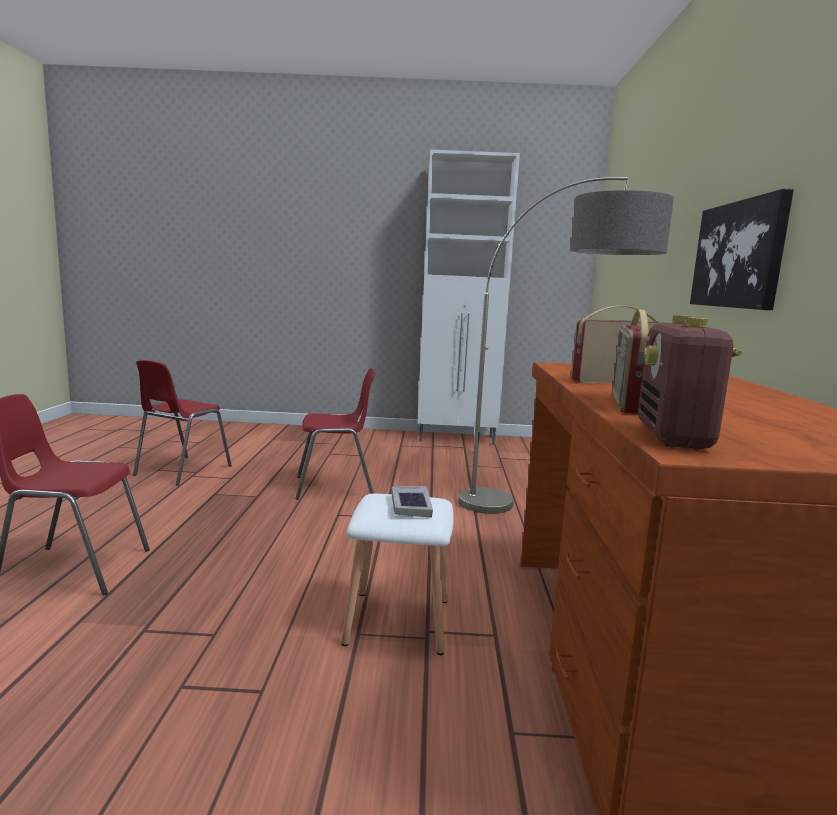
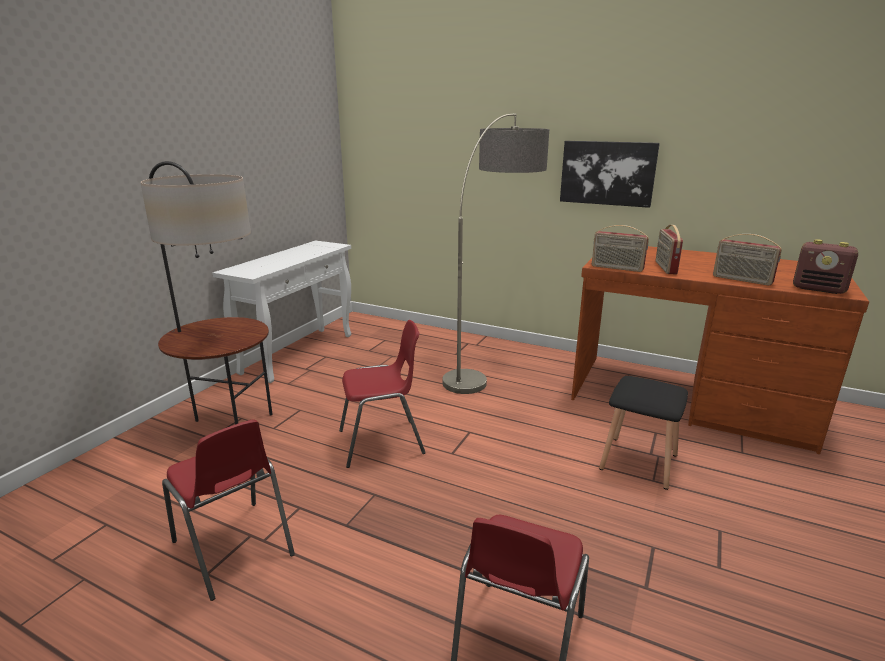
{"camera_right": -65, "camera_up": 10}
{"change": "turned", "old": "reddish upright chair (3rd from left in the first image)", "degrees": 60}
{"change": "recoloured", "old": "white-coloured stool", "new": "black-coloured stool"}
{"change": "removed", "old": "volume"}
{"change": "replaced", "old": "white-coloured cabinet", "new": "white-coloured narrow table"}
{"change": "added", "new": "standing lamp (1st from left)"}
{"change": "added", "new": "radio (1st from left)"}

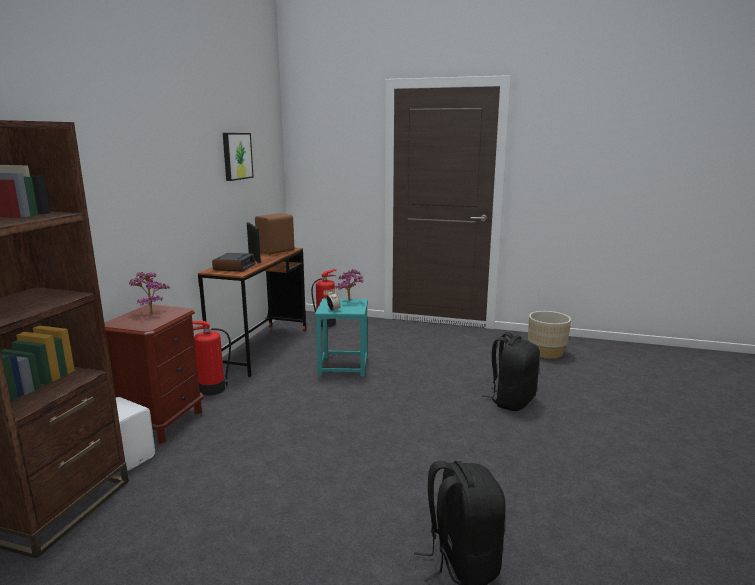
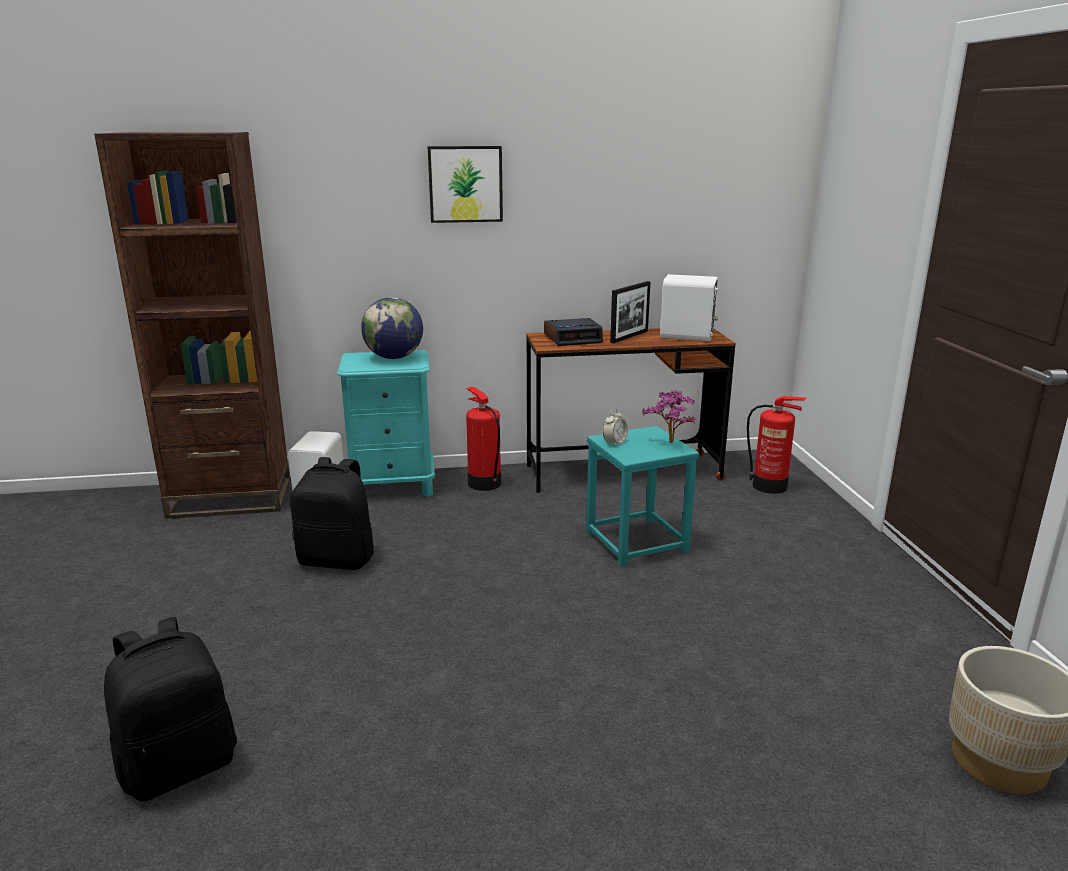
{"camera_right": 65, "camera_up": 5}
{"change": "recoloured", "old": "brown-coloured nightstand", "new": "turquoise-coloured nightstand"}
{"change": "replaced", "old": "plant in a pot (1st from left)", "new": "desk globe"}
{"change": "moved", "old": "wall picture"}
{"change": "recoloured", "old": "brown-coloured loudspeaker", "new": "white-coloured loudspeaker (2nd from left)"}
{"change": "moved", "old": "black-coloured backpack (2nd from left)"}

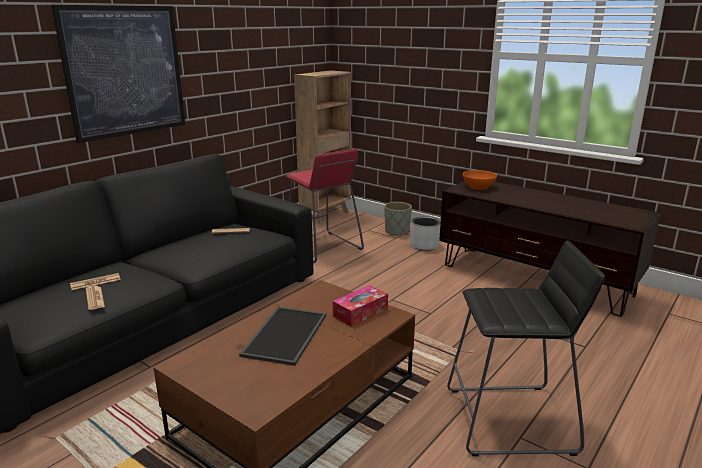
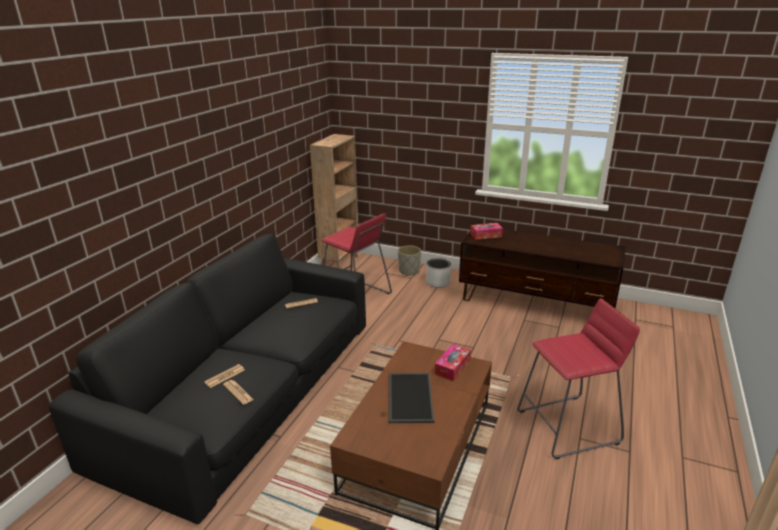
{"camera_right": -15, "camera_up": 5}
{"change": "removed", "old": "wall picture"}
{"change": "recoloured", "old": "black-coloured stool", "new": "reddish stool (2nd from left)"}
{"change": "replaced", "old": "orange-coloured deep dish", "new": "tissue box (2nd from left)"}

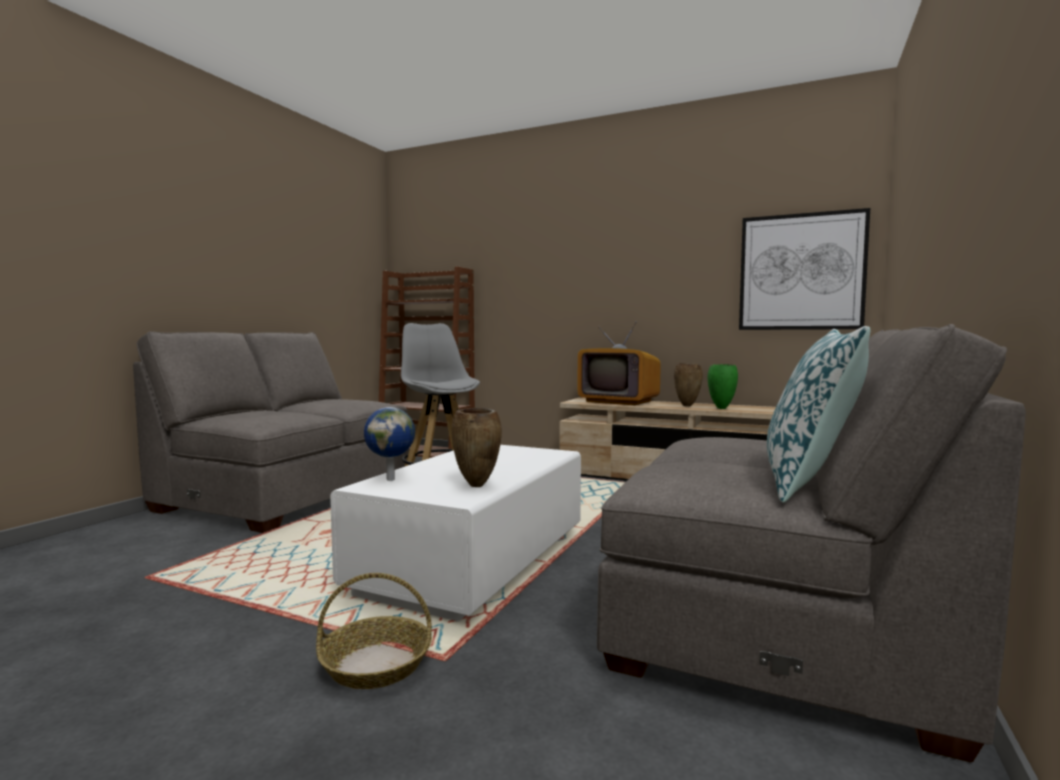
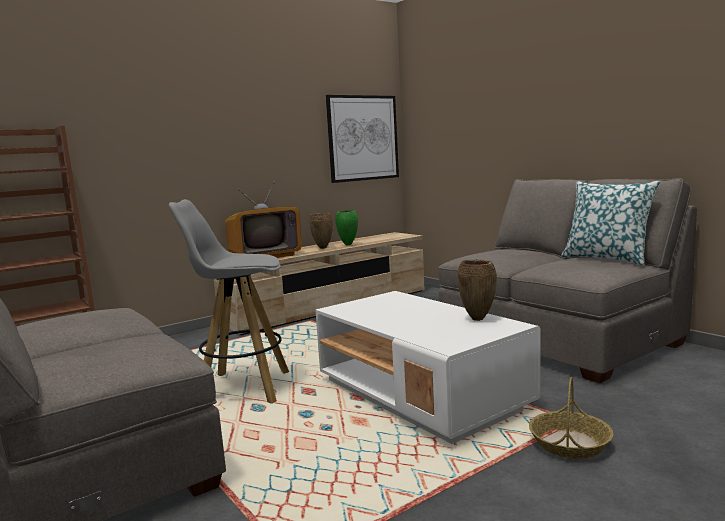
{"camera_right": -60, "camera_up": 5}
{"change": "removed", "old": "desk globe"}

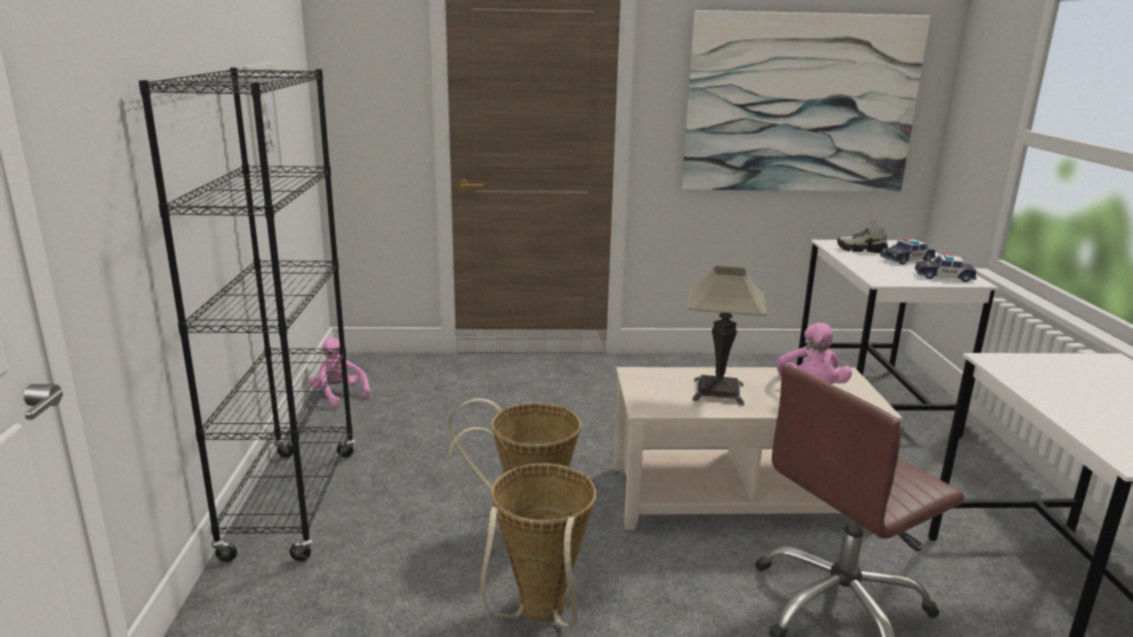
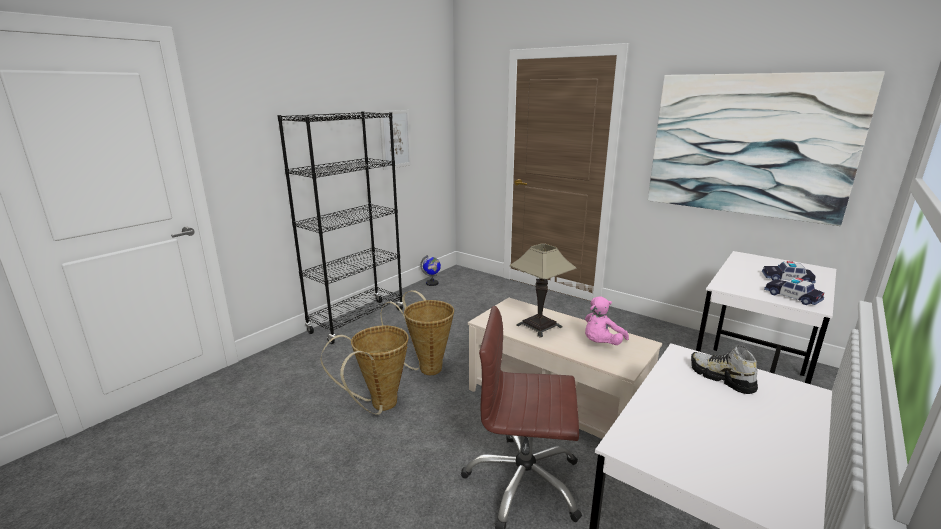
{"camera_right": 40, "camera_up": 0}
{"change": "replaced", "old": "pink soft toy (1st from left)", "new": "desk globe"}
{"change": "moved", "old": "low shoe"}

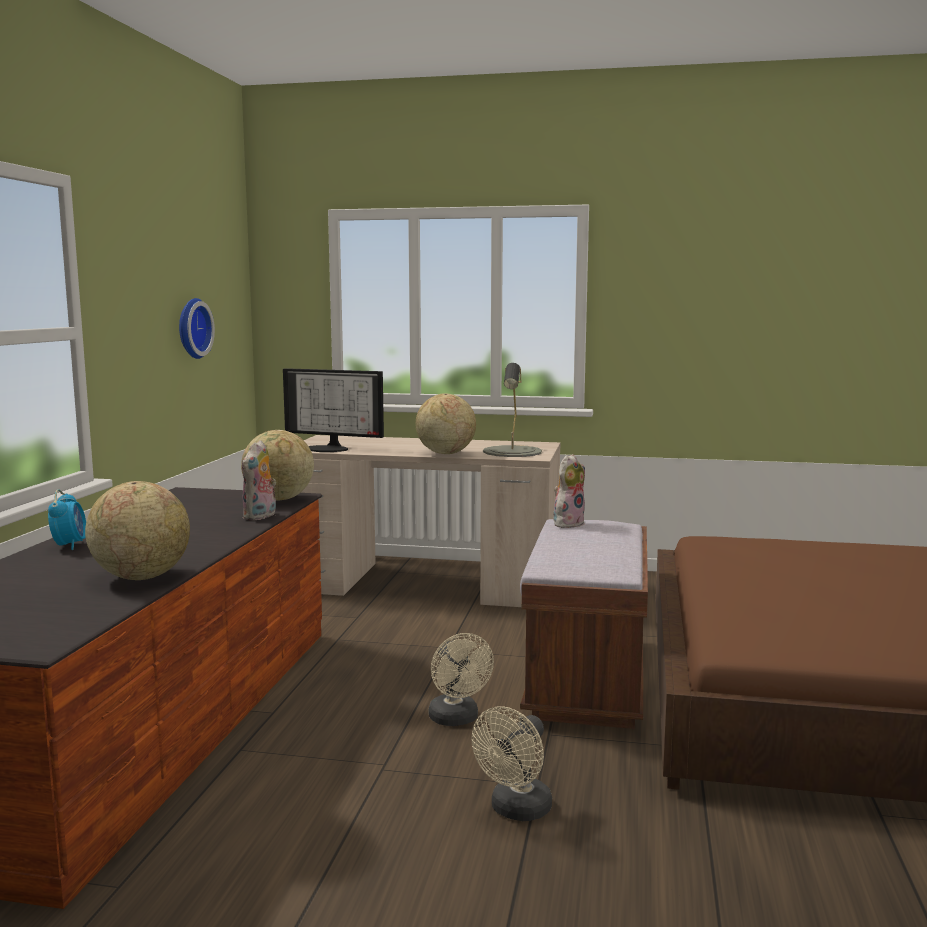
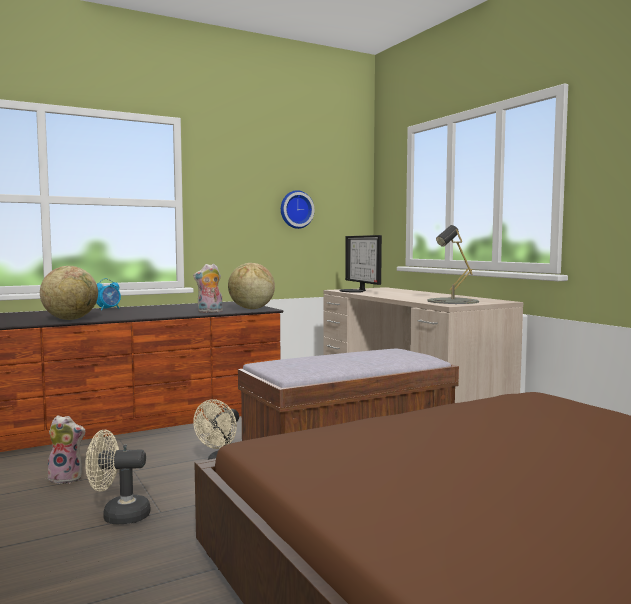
{"camera_right": 50, "camera_up": -5}
{"change": "removed", "old": "desk globe (3rd from left)"}
{"change": "moved", "old": "soft toy (2nd from left in the first image)", "new": "soft toy (1st from left)"}

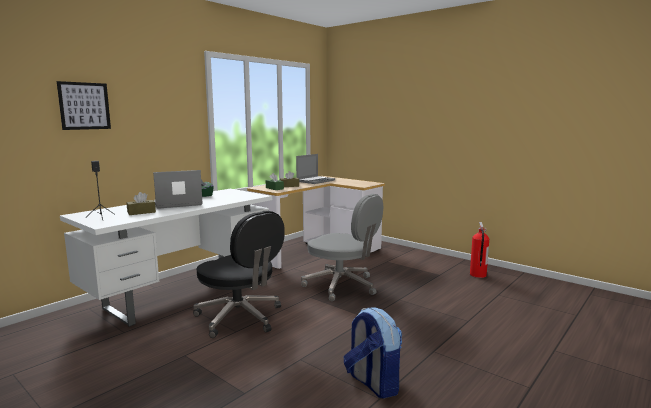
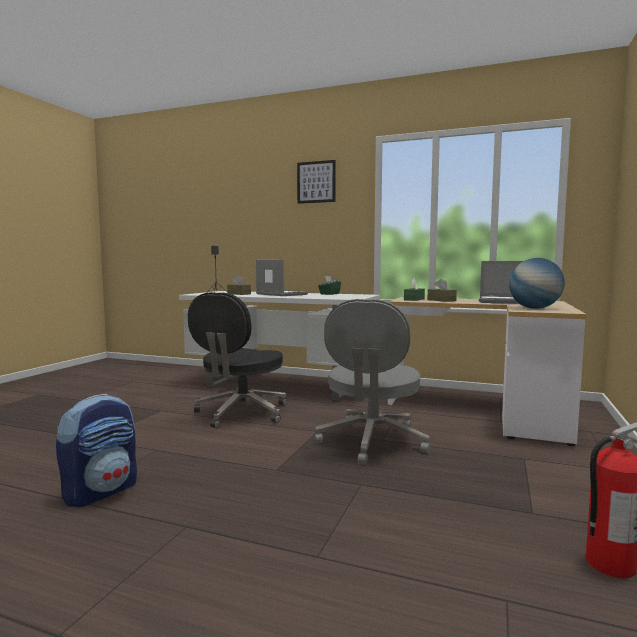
{"camera_right": 70, "camera_up": -5}
{"change": "moved", "old": "wall picture"}
{"change": "added", "new": "desk globe"}

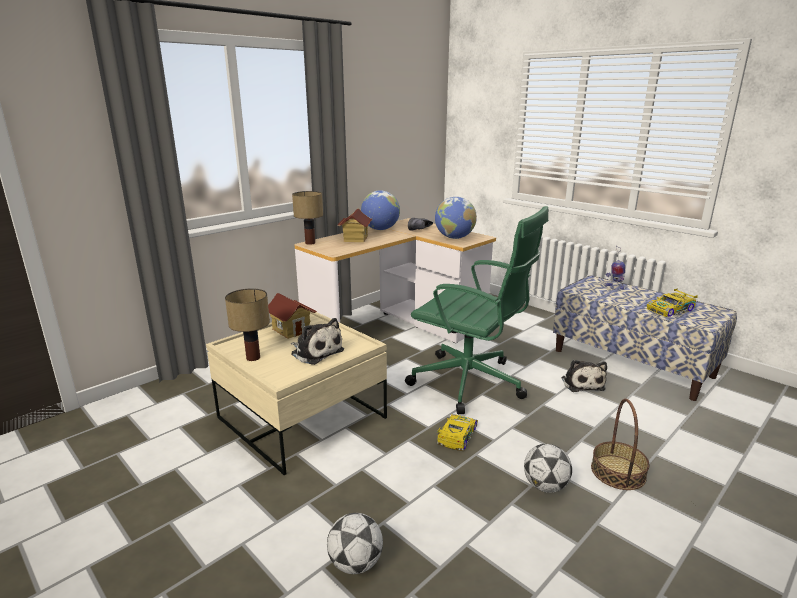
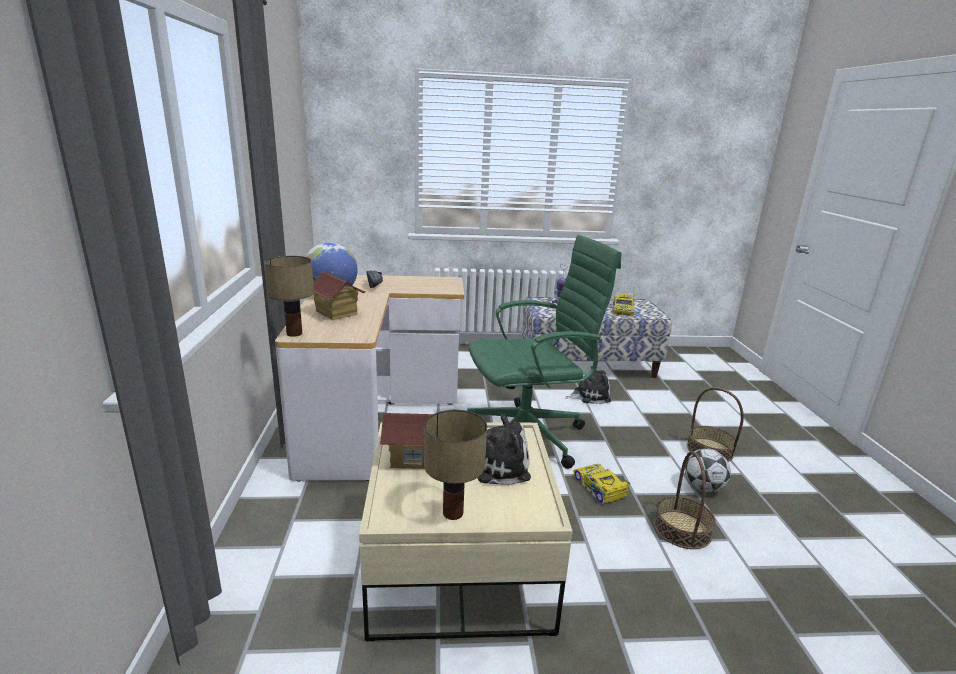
{"camera_right": -50, "camera_up": 0}
{"change": "removed", "old": "ball for football (1st from left)"}
{"change": "removed", "old": "desk globe (2nd from left)"}
{"change": "turned", "old": "soft toy (2nd from left)", "degrees": -45}
{"change": "added", "new": "storage basket (1st from left)"}

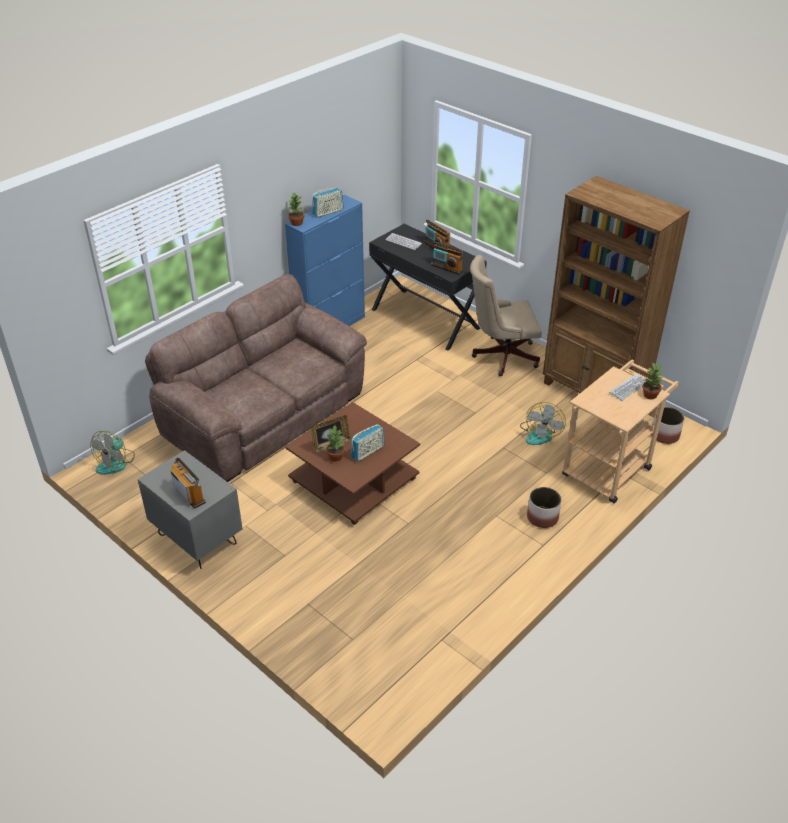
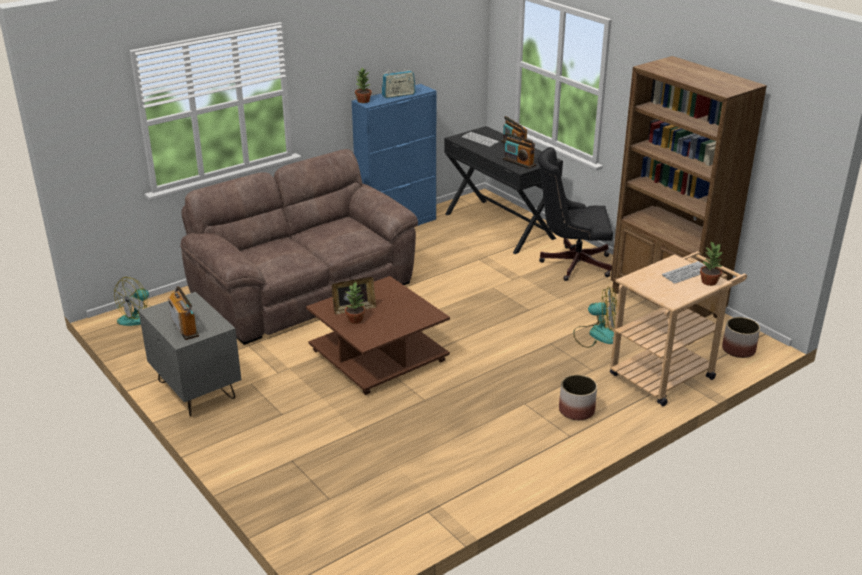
{"camera_right": 10, "camera_up": -10}
{"change": "removed", "old": "radio (3rd from left)"}
{"change": "recoloured", "old": "sand-coloured computer chair", "new": "black-coloured computer chair"}
{"change": "turned", "old": "electric fan (2nd from left)", "degrees": -105}

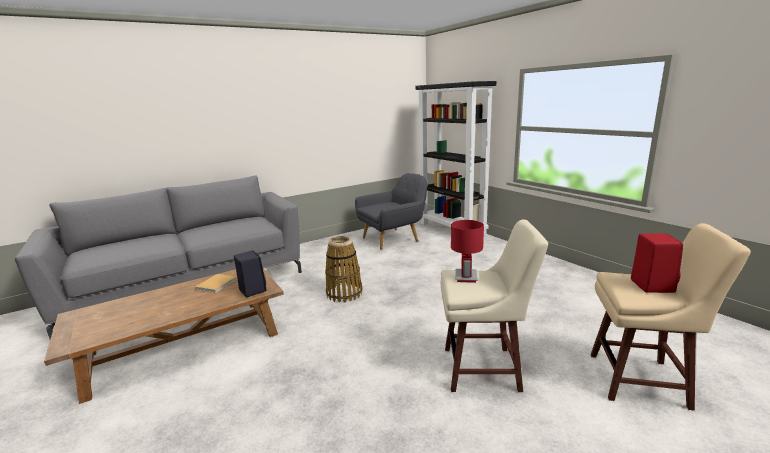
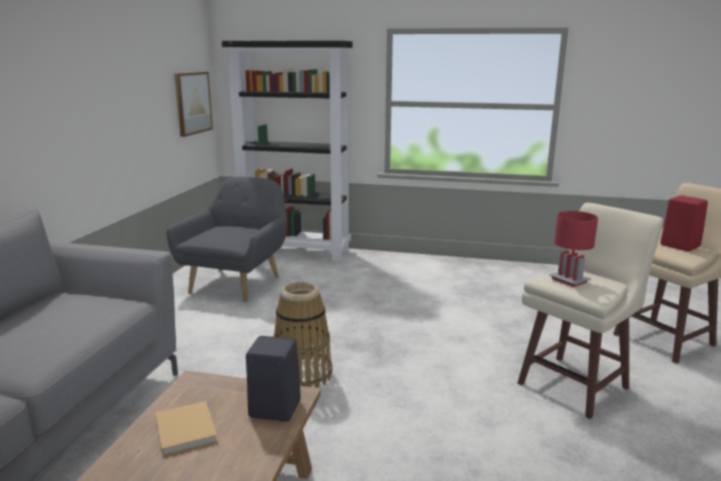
{"camera_right": -45, "camera_up": 0}
{"change": "added", "new": "wall picture"}

